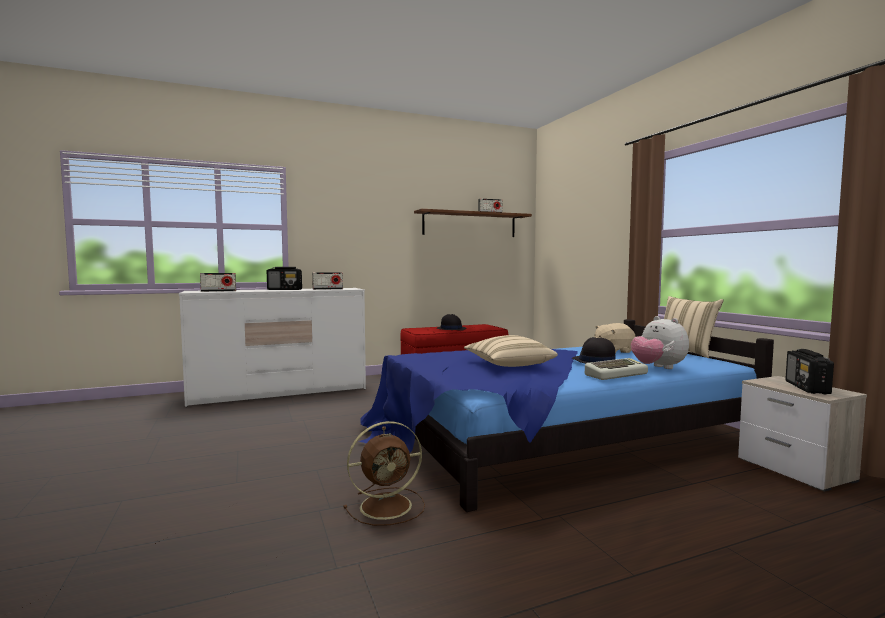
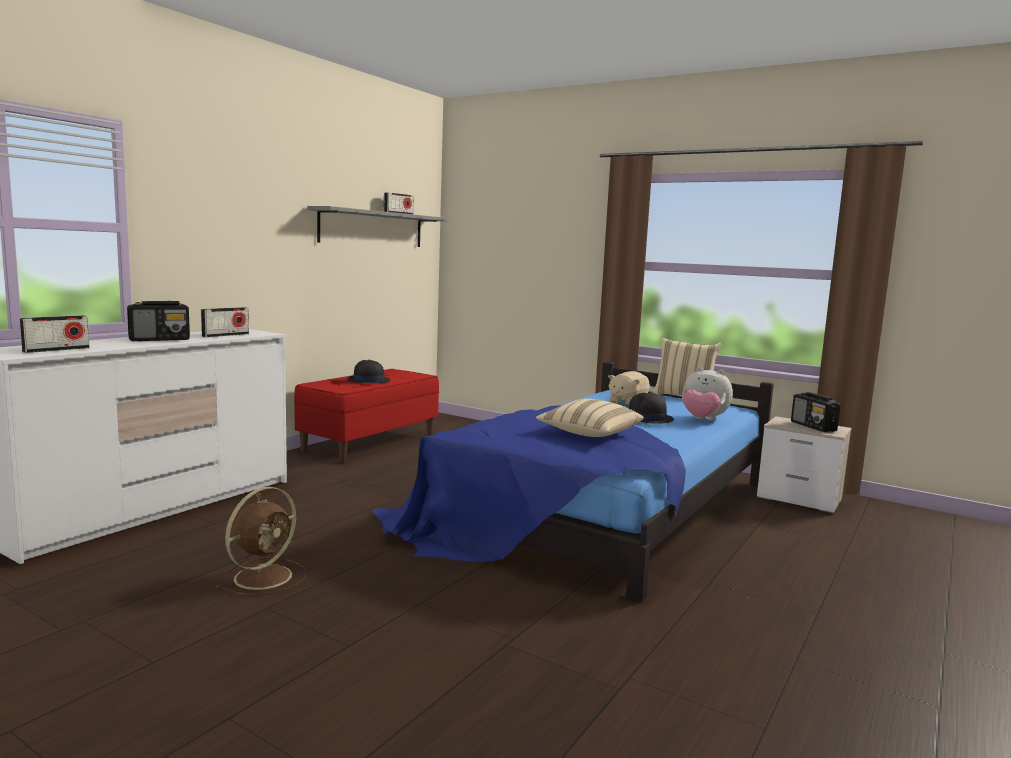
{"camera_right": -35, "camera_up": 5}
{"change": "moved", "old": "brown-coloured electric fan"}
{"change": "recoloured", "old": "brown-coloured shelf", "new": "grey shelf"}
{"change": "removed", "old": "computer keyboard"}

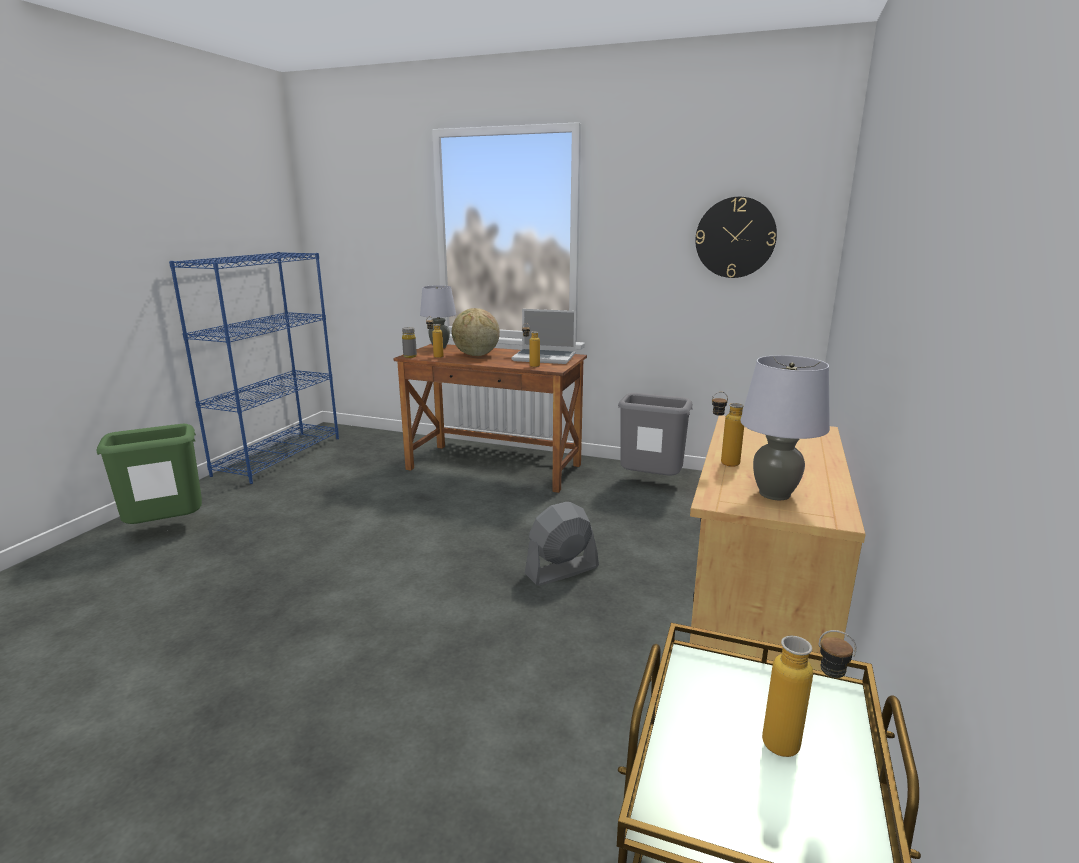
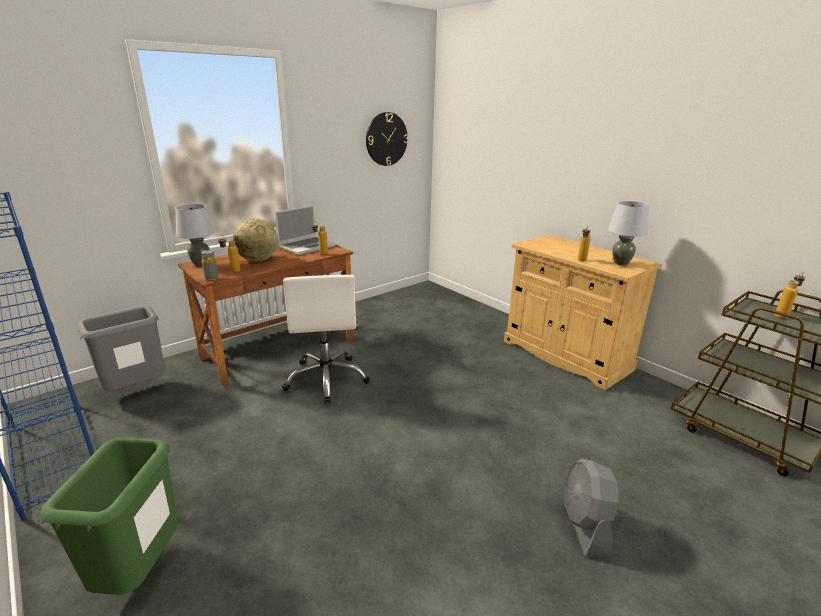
{"camera_right": -60, "camera_up": 5}
{"change": "moved", "old": "grey electric fan"}
{"change": "moved", "old": "grey trash can"}
{"change": "added", "new": "white-coloured computer chair"}

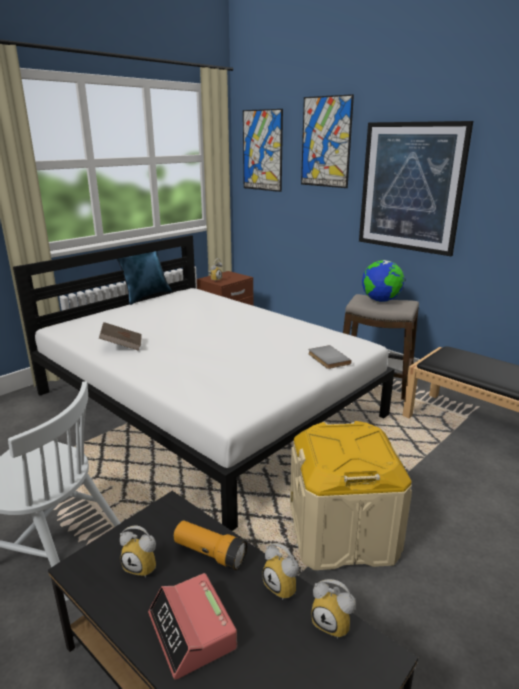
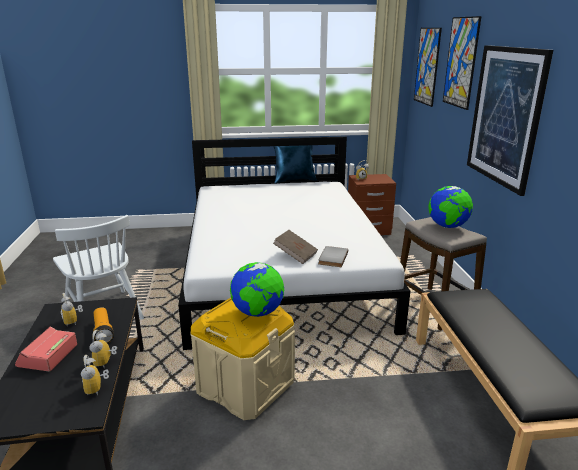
{"camera_right": 40, "camera_up": 0}
{"change": "moved", "old": "brown-coloured volume"}
{"change": "added", "new": "desk globe (1st from left)"}

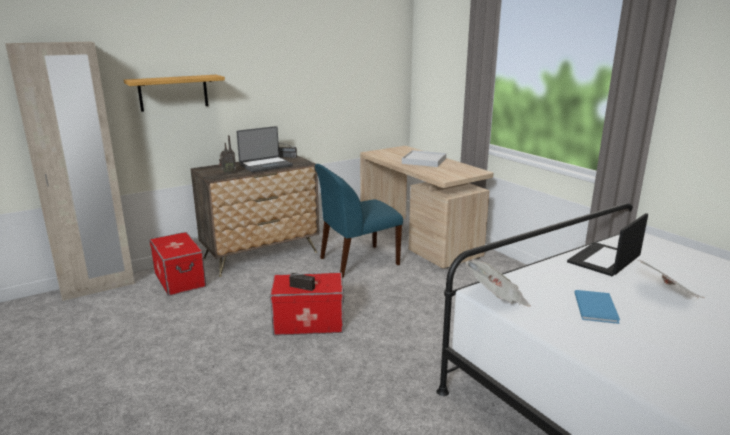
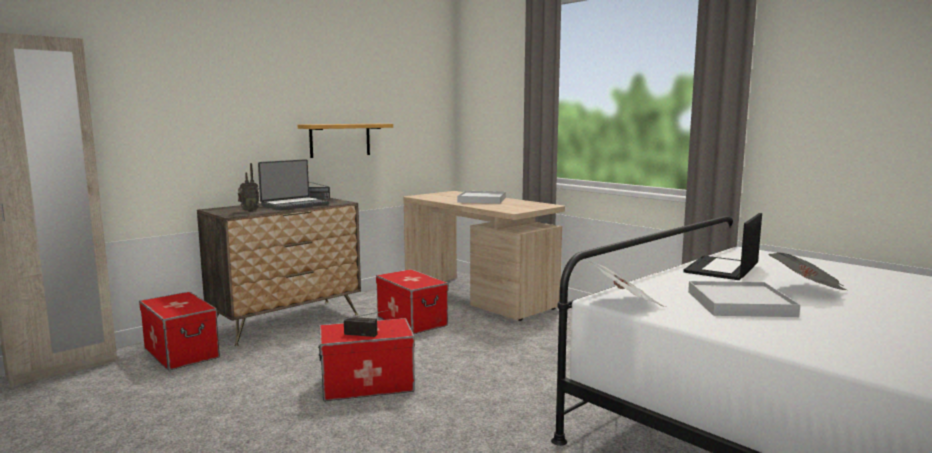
{"camera_right": -10, "camera_up": -10}
{"change": "moved", "old": "shelf"}
{"change": "replaced", "old": "blue upright chair", "new": "storage bin (3rd from left)"}
{"change": "replaced", "old": "blue volume", "new": "white-coloured tray (2nd from left)"}

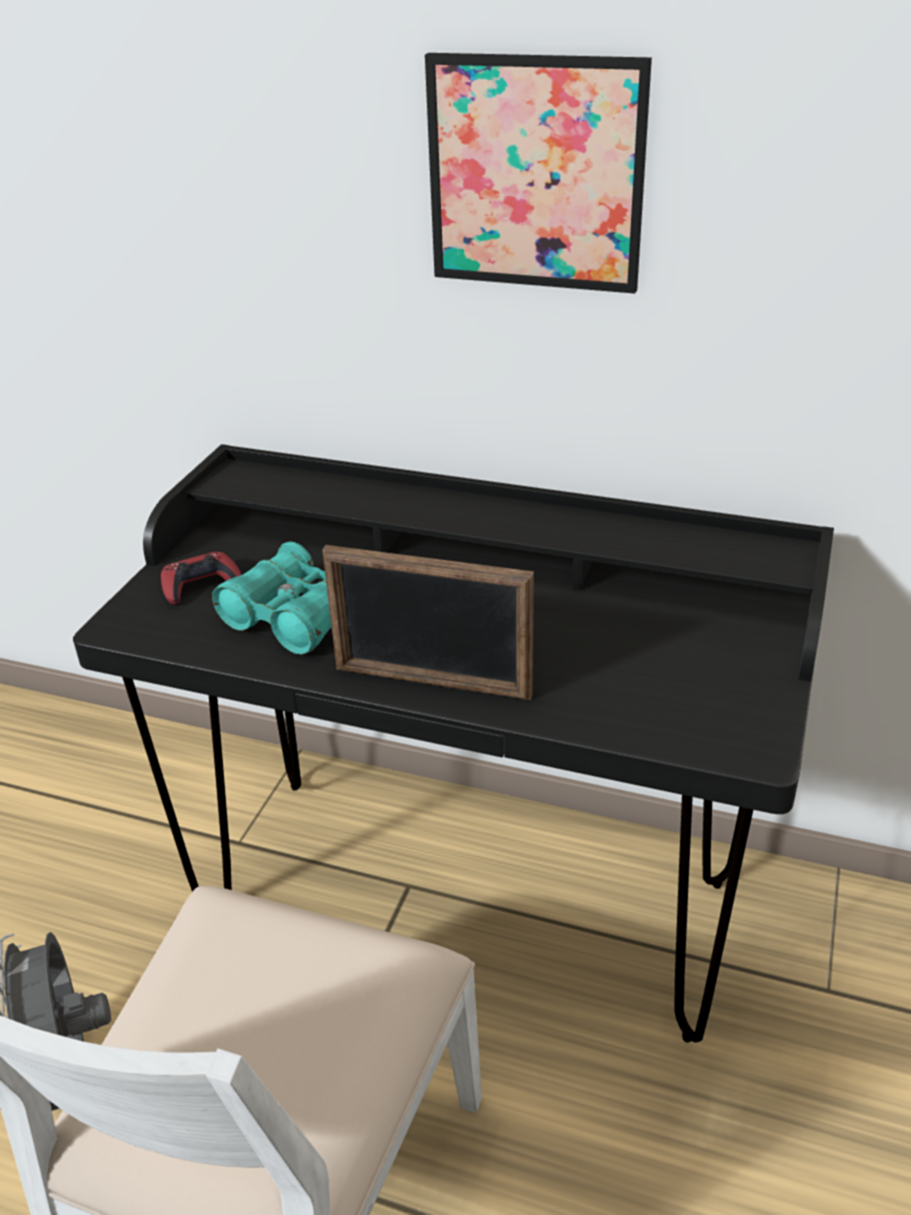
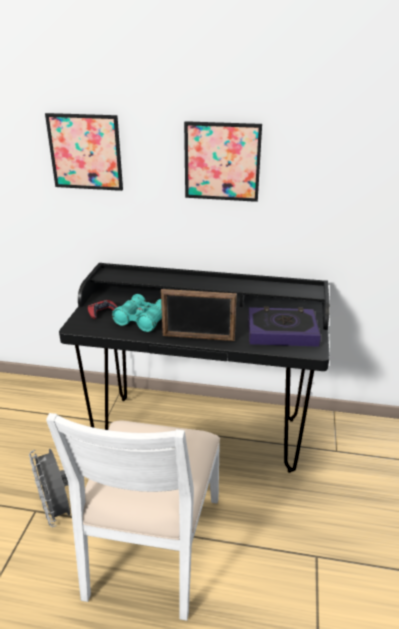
{"camera_right": -10, "camera_up": -5}
{"change": "added", "new": "wall picture (1st from left)"}
{"change": "added", "new": "volume"}

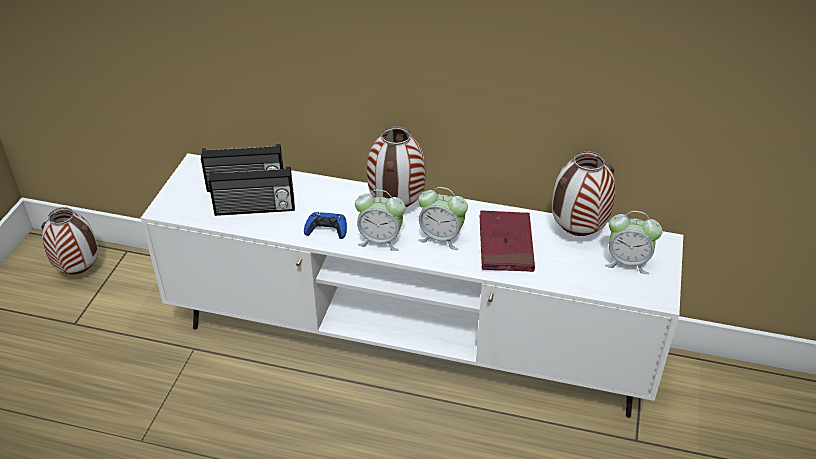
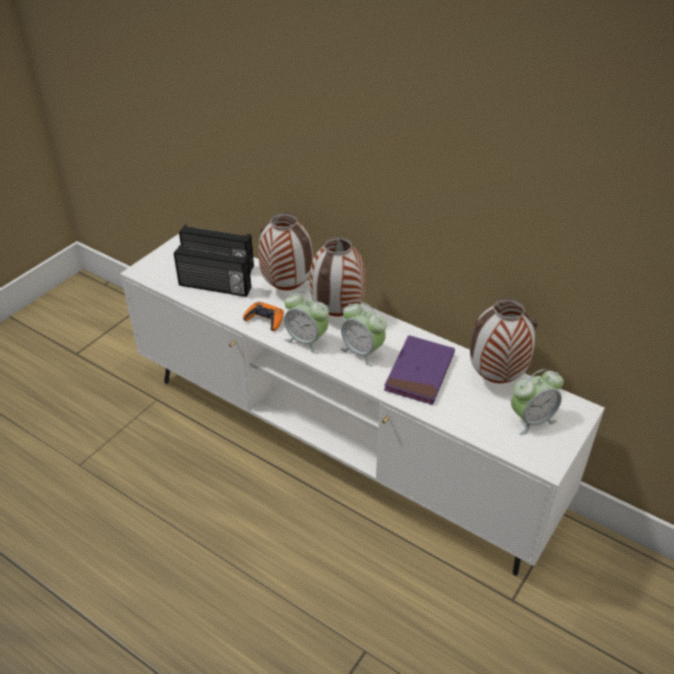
{"camera_right": 20, "camera_up": 0}
{"change": "moved", "old": "decorative vase (1st from left)"}
{"change": "recoloured", "old": "blue gamepad", "new": "orange-coloured gamepad"}
{"change": "recoloured", "old": "reddish volume", "new": "purplish volume"}
{"change": "turned", "old": "table clock (3rd from left)", "degrees": -60}

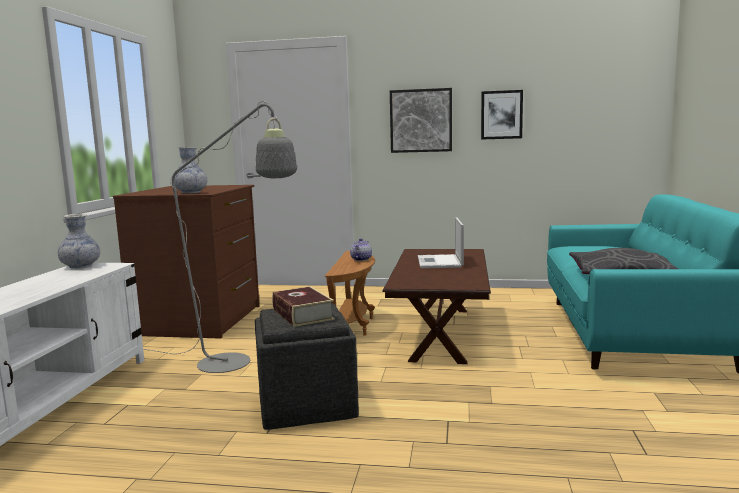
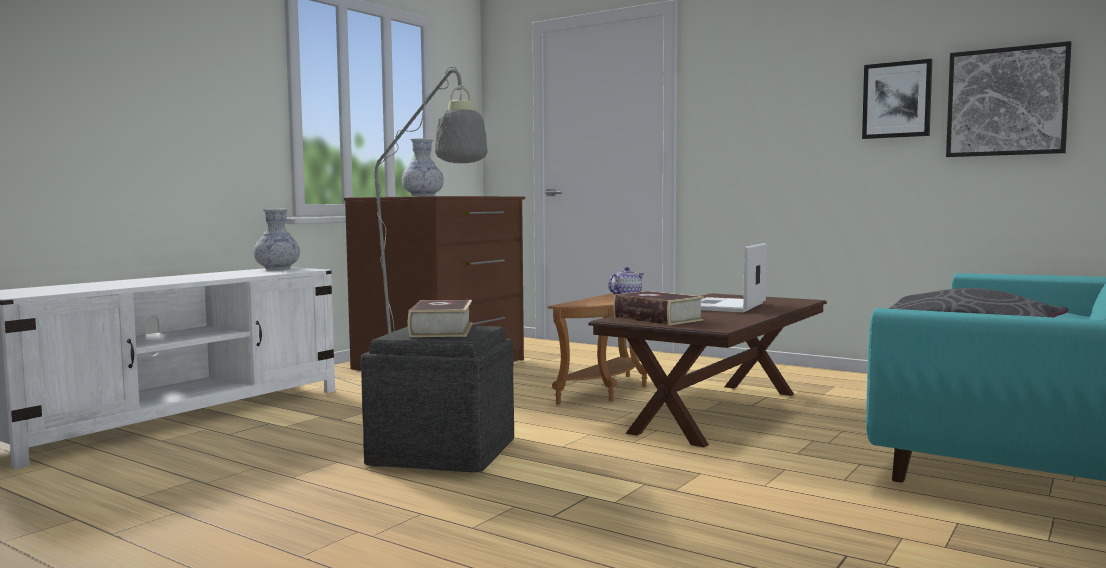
{"camera_right": 25, "camera_up": -5}
{"change": "moved", "old": "wall picture (1st from left in the first image)", "new": "wall picture (2nd from left)"}
{"change": "added", "new": "volume (2nd from left)"}

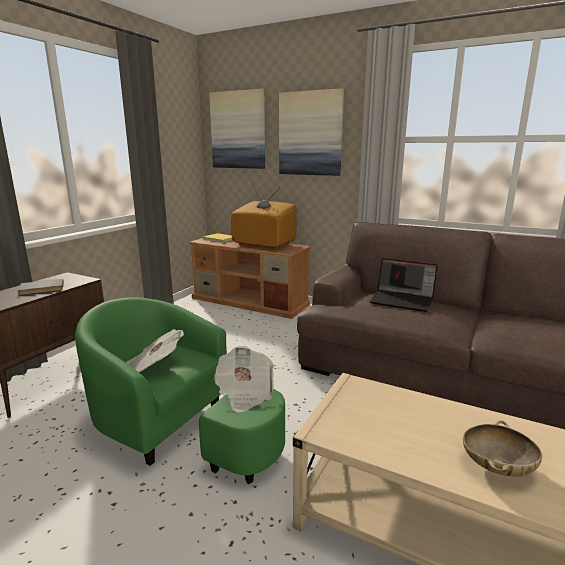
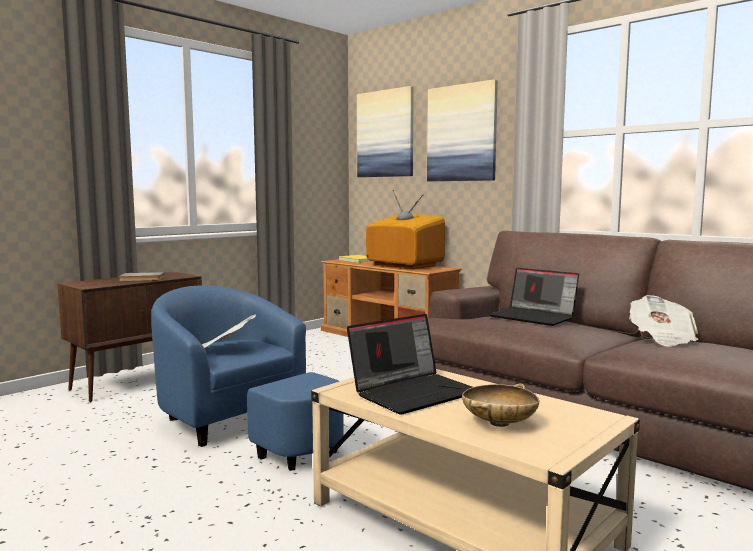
{"camera_right": 15, "camera_up": -10}
{"change": "recoloured", "old": "green easy chair", "new": "blue easy chair"}
{"change": "moved", "old": "daily paper (2nd from left)"}
{"change": "added", "new": "portable computer (1st from left)"}

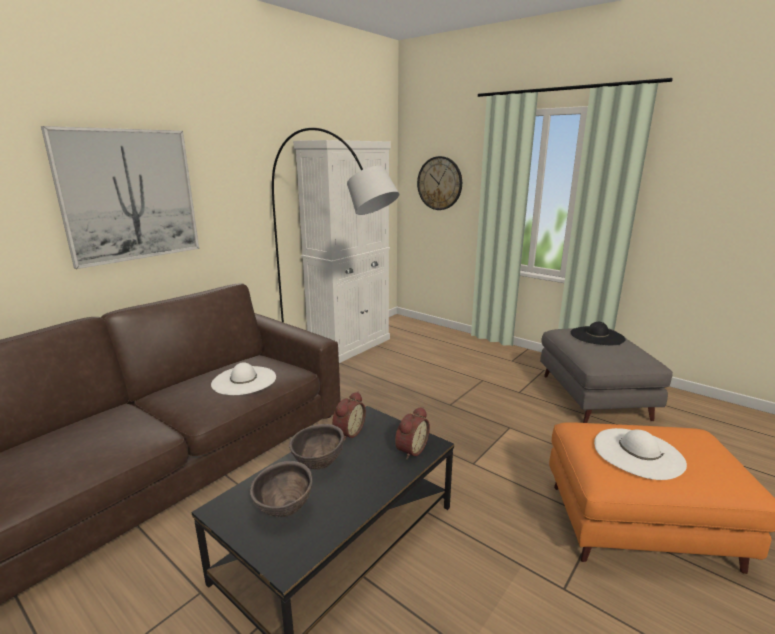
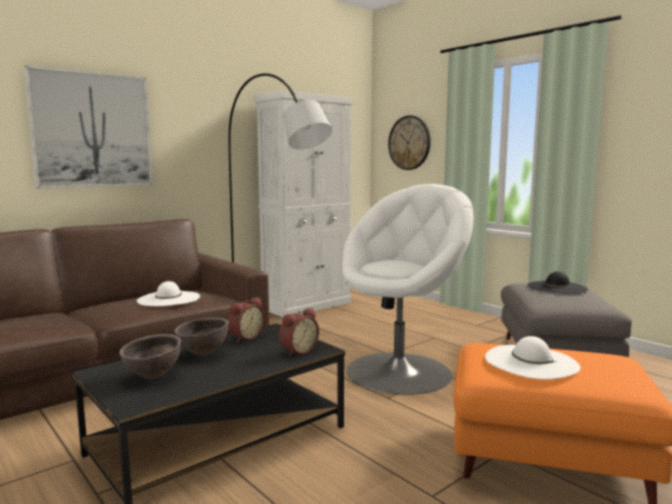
{"camera_right": 10, "camera_up": -10}
{"change": "added", "new": "white-coloured easy chair"}

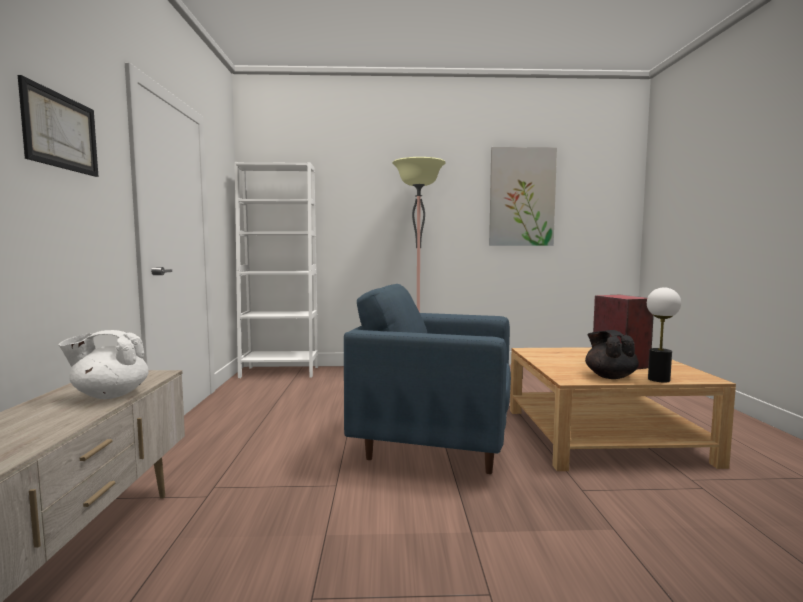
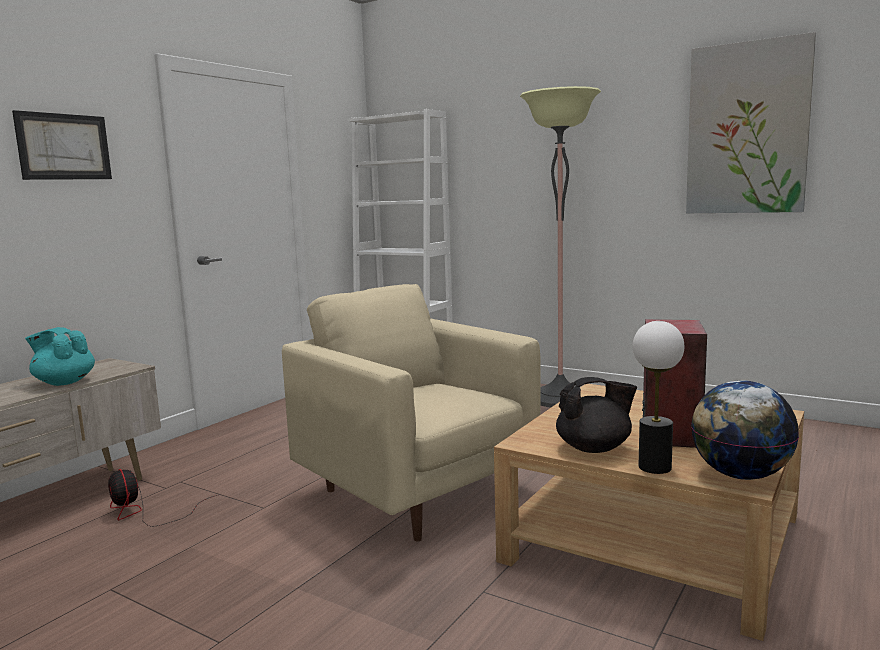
{"camera_right": 35, "camera_up": 5}
{"change": "recoloured", "old": "white-coloured pot for tea", "new": "turquoise-coloured pot for tea"}
{"change": "recoloured", "old": "blue easy chair", "new": "sand-coloured easy chair"}
{"change": "turned", "old": "black-coloured pot for tea", "degrees": 60}
{"change": "added", "new": "electric fan"}
{"change": "added", "new": "desk globe"}

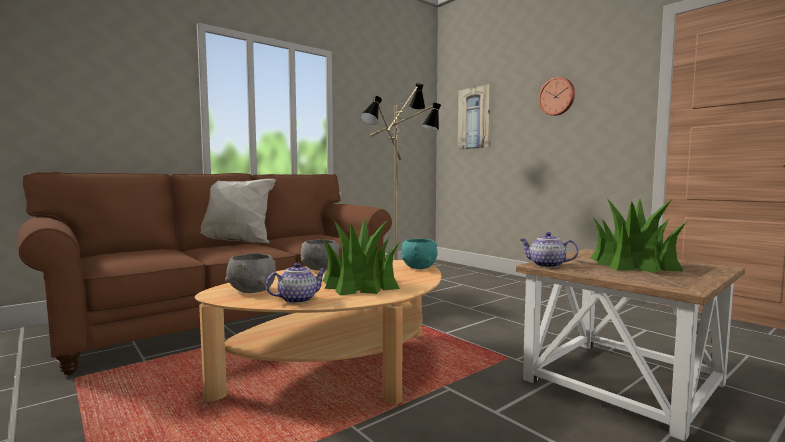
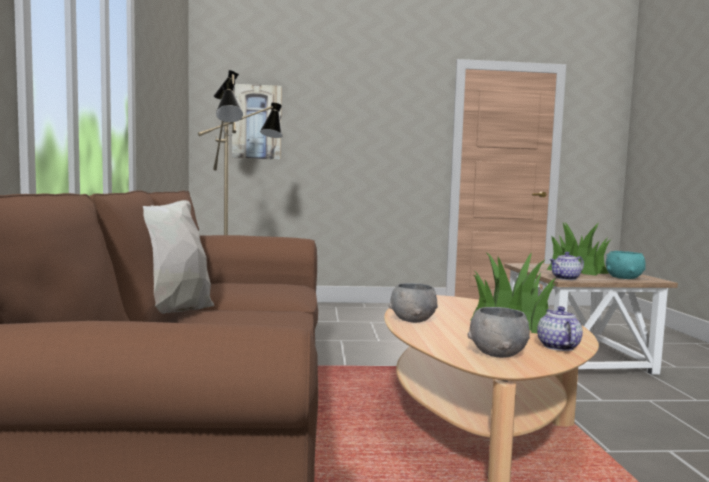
{"camera_right": -55, "camera_up": 0}
{"change": "moved", "old": "turquoise-coloured deep dish"}
{"change": "removed", "old": "wall clock"}

